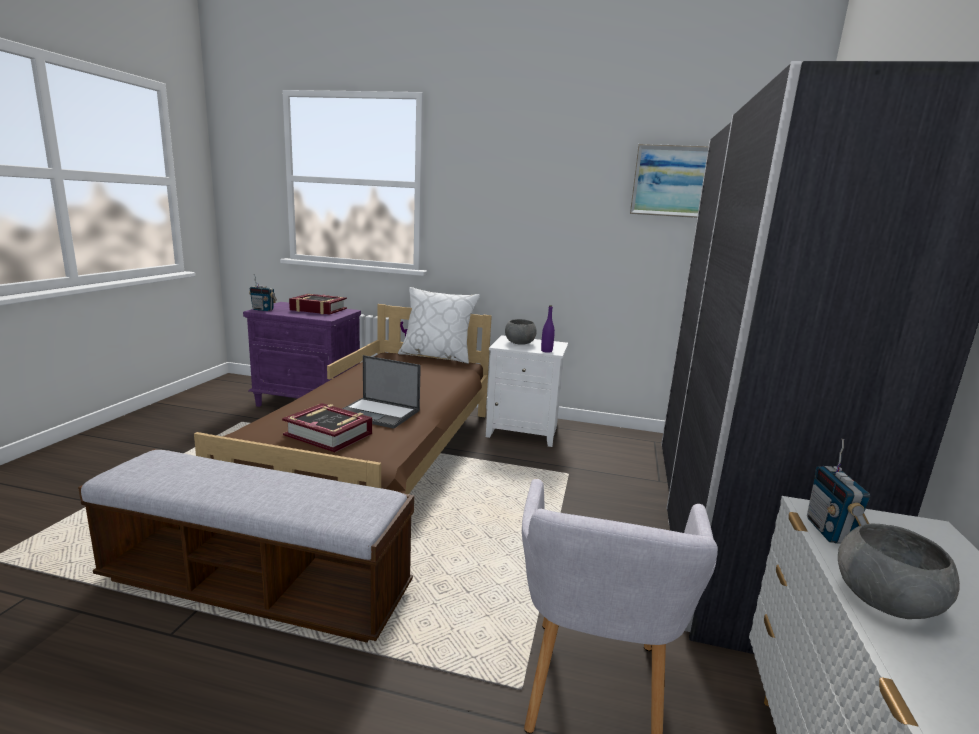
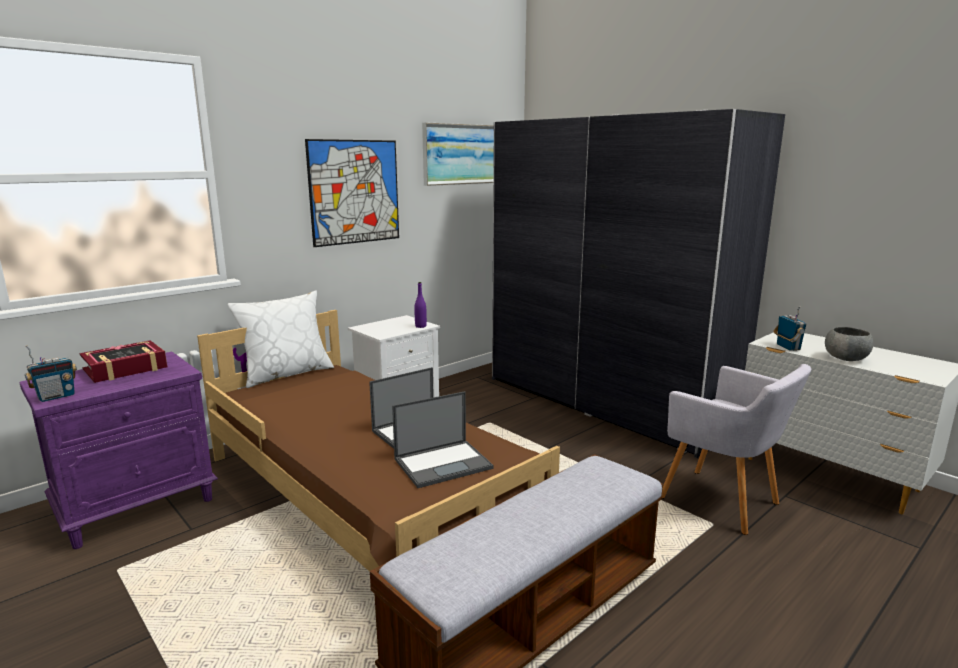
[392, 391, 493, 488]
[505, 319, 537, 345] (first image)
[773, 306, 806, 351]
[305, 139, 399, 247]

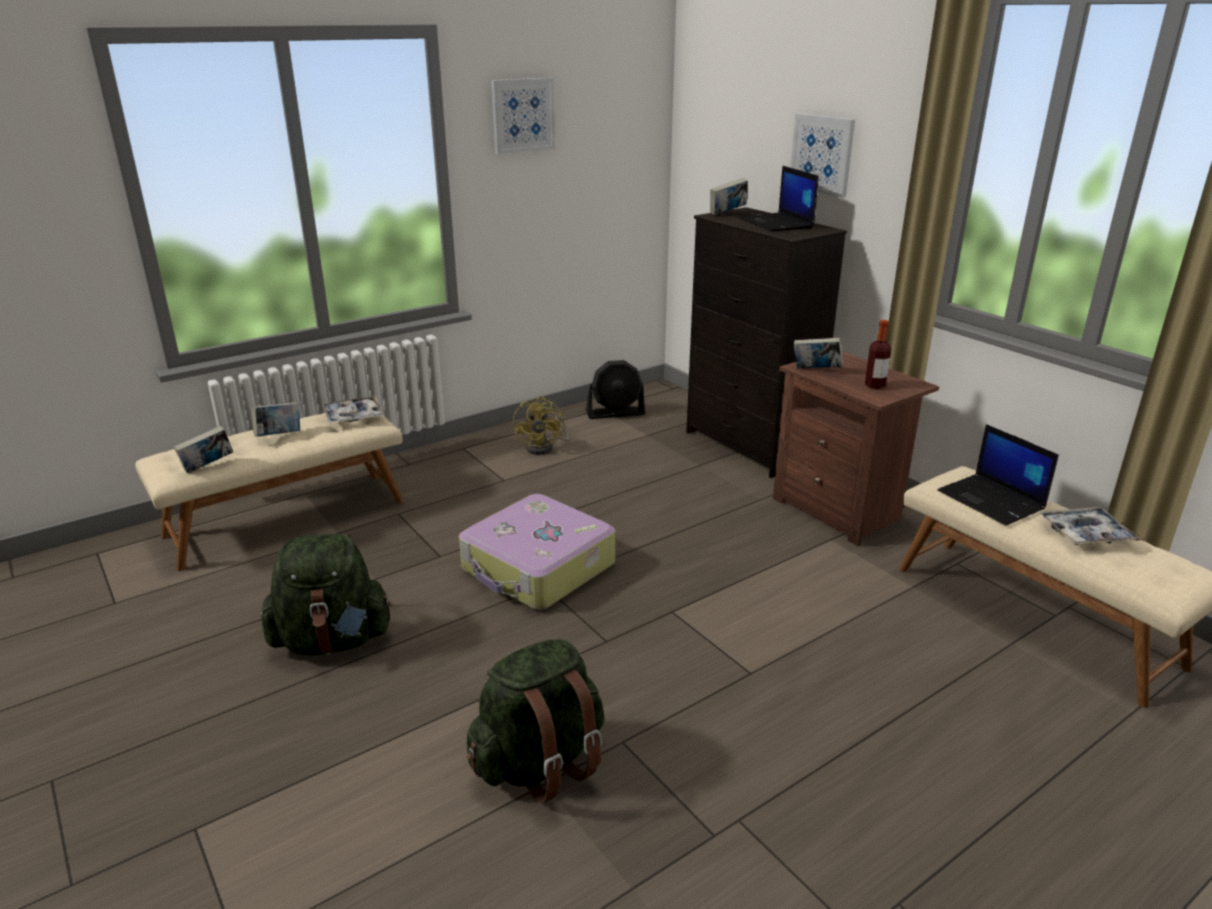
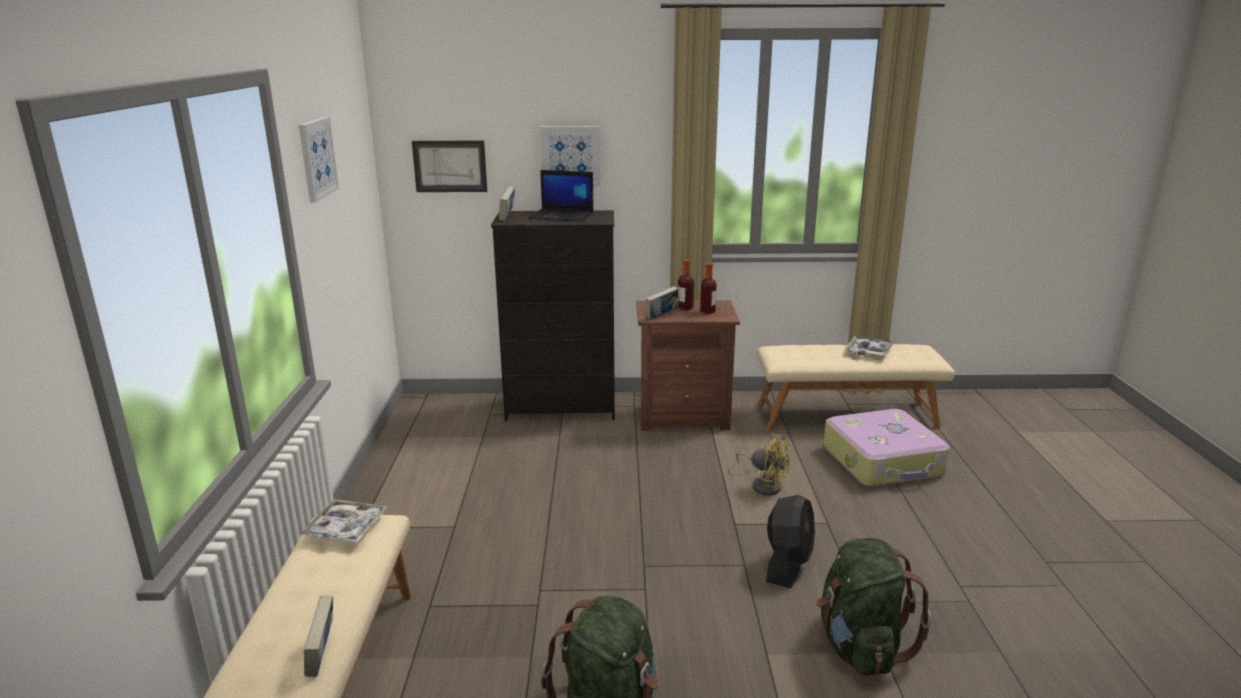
[251, 402, 300, 437] (first image)
[824, 409, 950, 487]
[736, 433, 790, 495]
[766, 495, 815, 589]
[937, 424, 1059, 525] (first image)
[412, 140, 487, 192]
[678, 260, 694, 310]

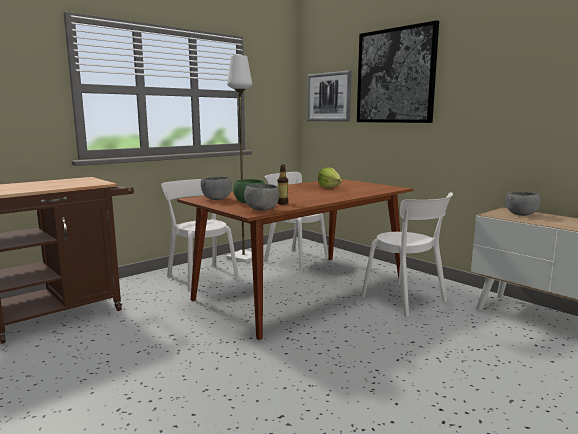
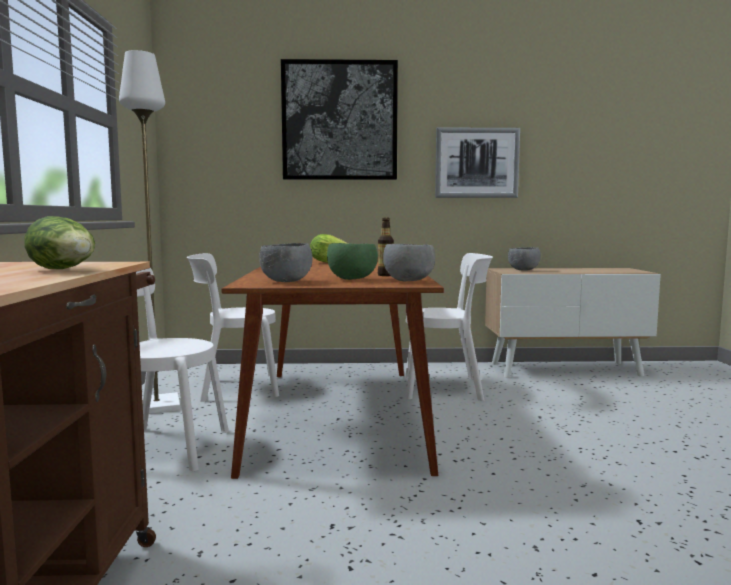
[435, 127, 520, 198]
[24, 216, 95, 269]

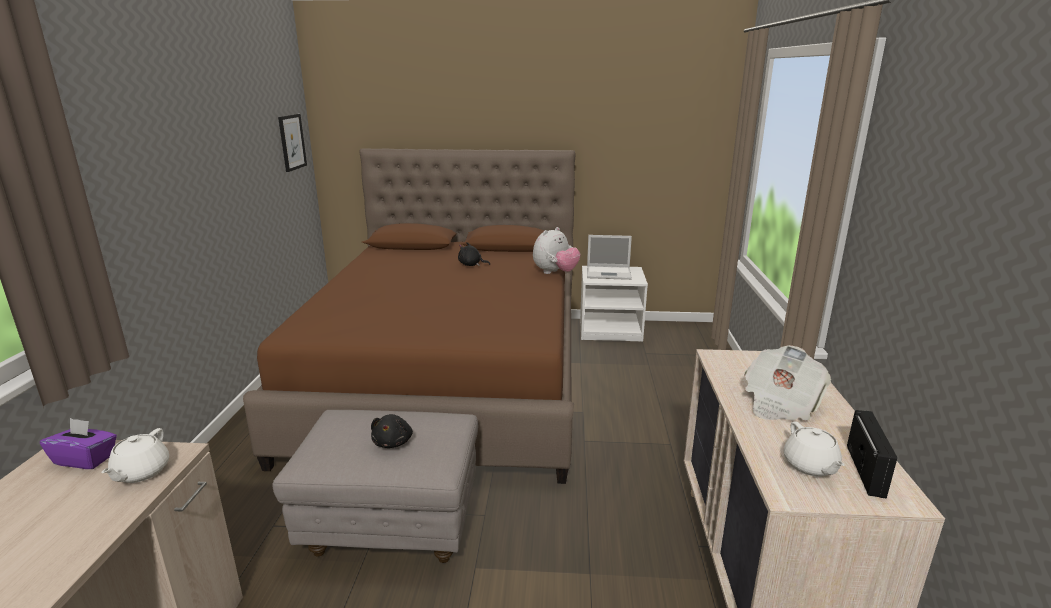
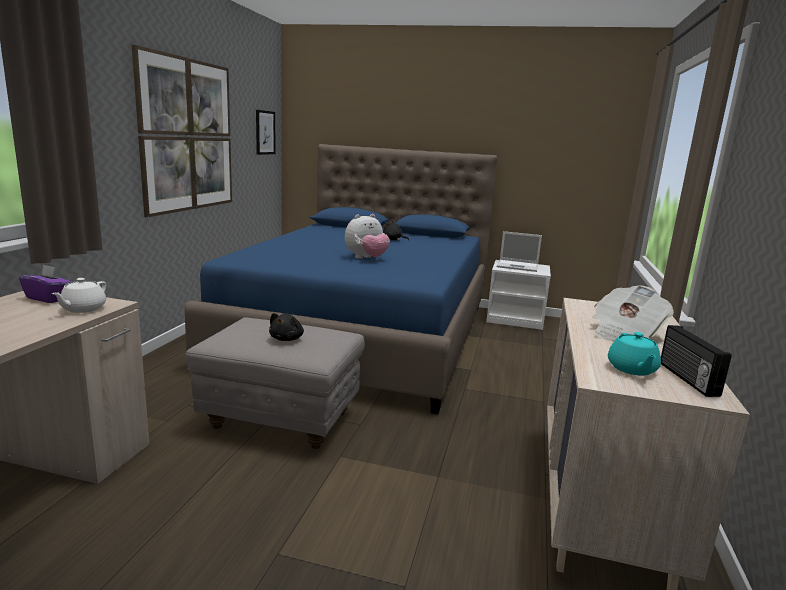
[184, 144, 497, 414]
[345, 214, 390, 259]
[608, 332, 661, 376]
[661, 325, 732, 397]
[132, 45, 232, 217]

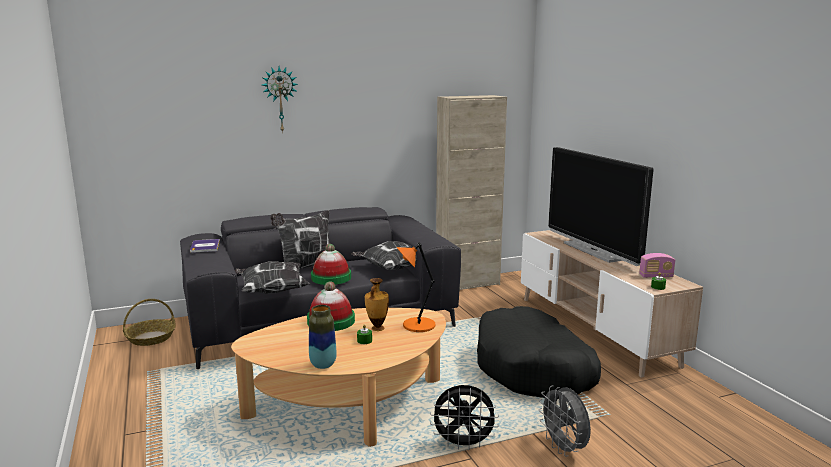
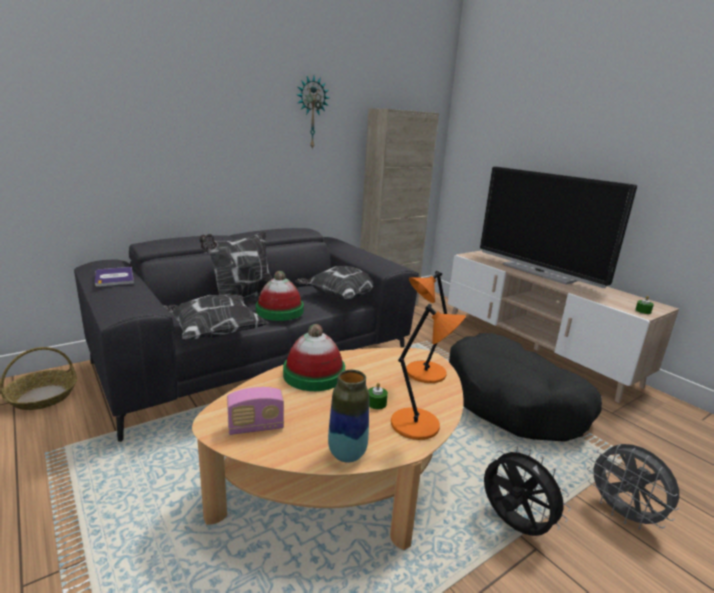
[297, 76, 329, 149]
[365, 278, 389, 331] (first image)
[484, 446, 571, 536]
[227, 387, 284, 435]
[391, 304, 466, 440]

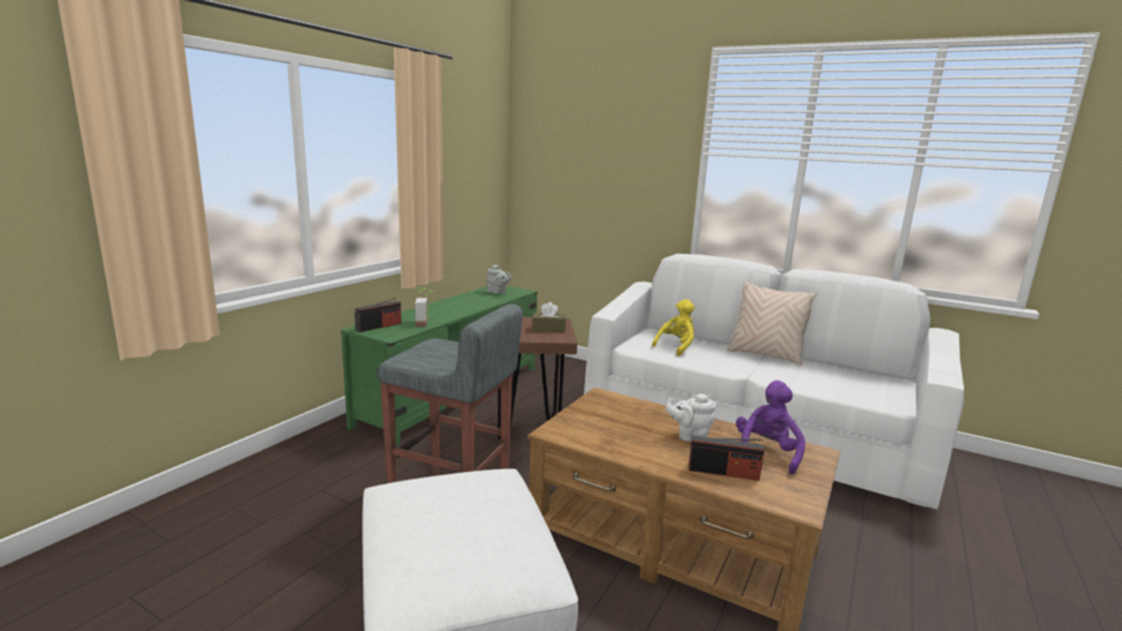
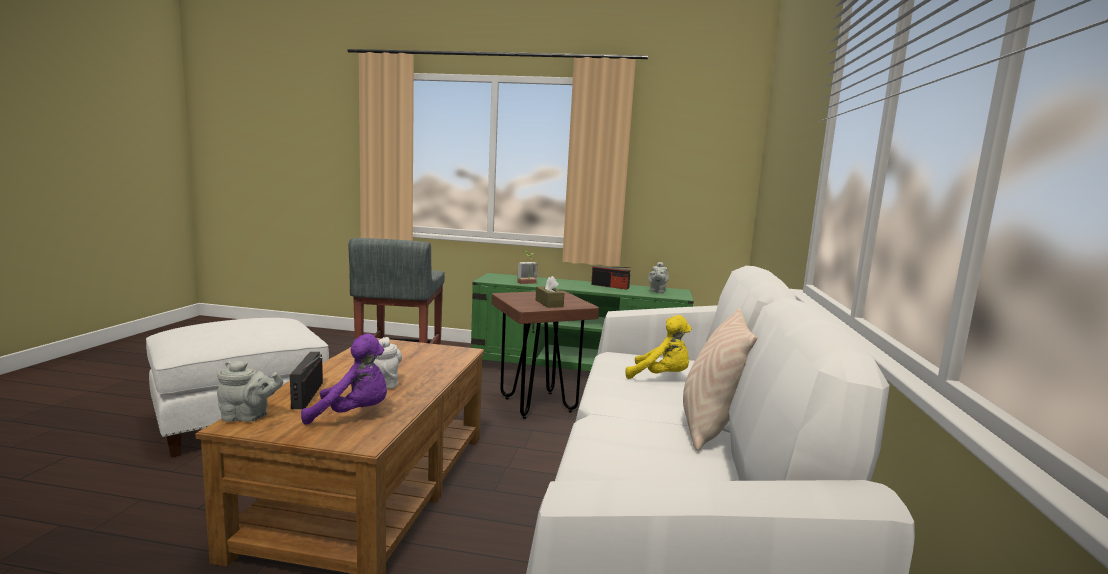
[591, 266, 630, 290]
[217, 361, 283, 422]

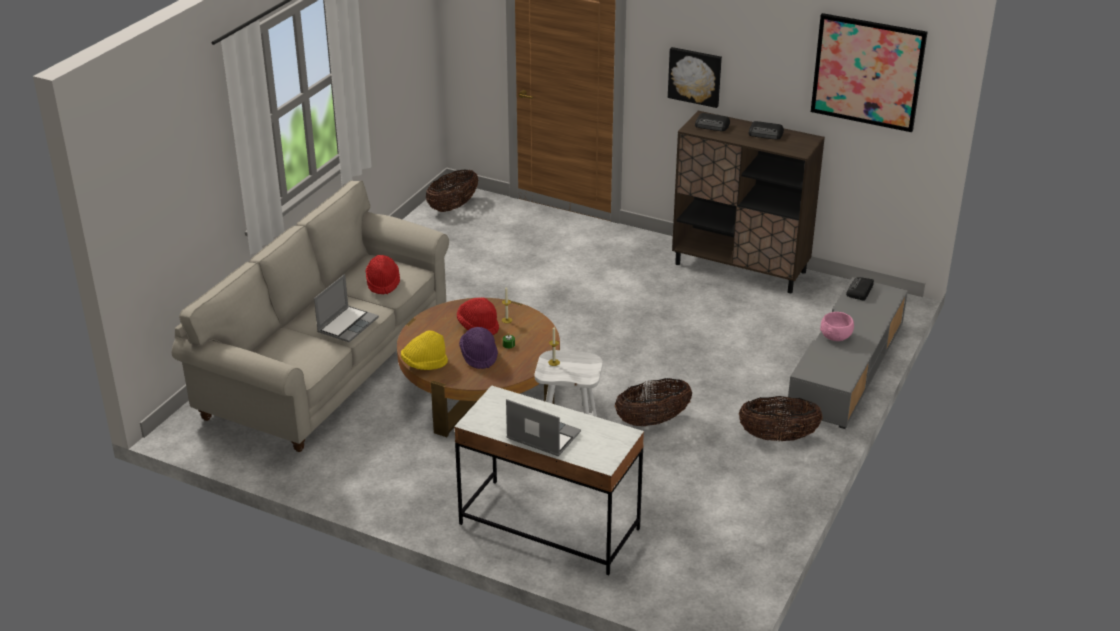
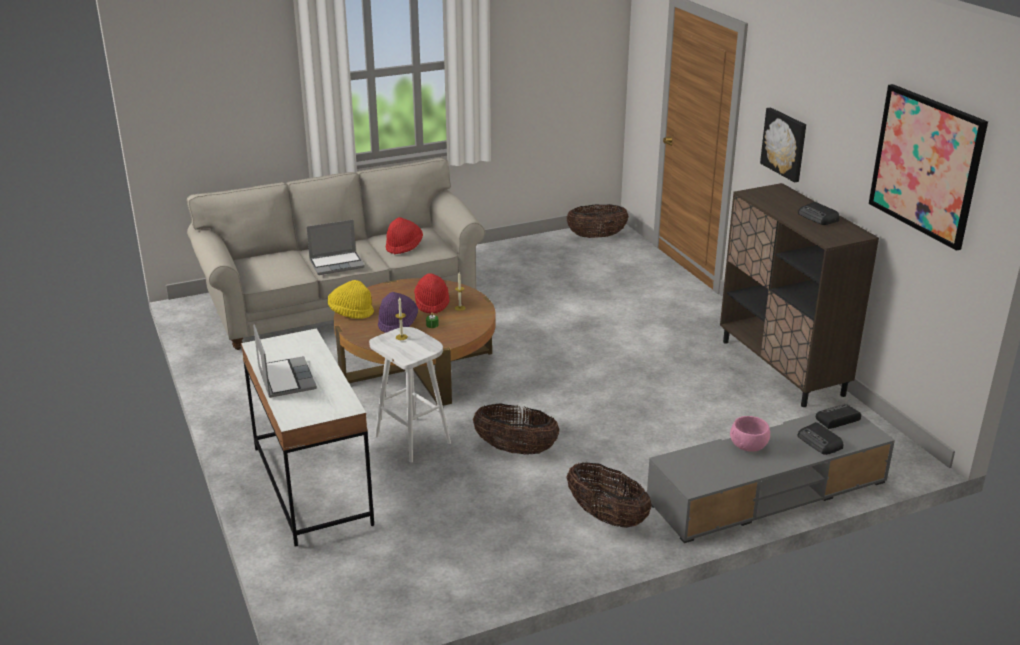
[798, 422, 843, 455]

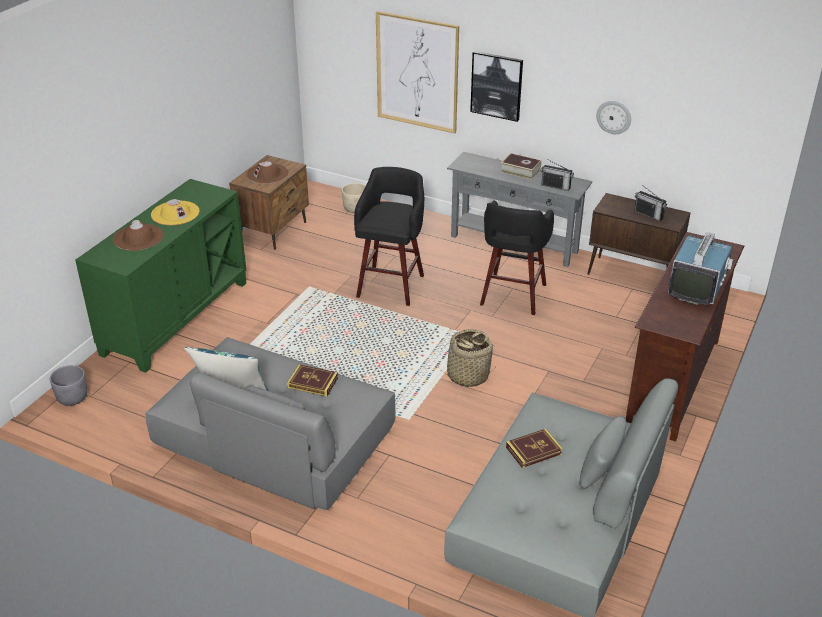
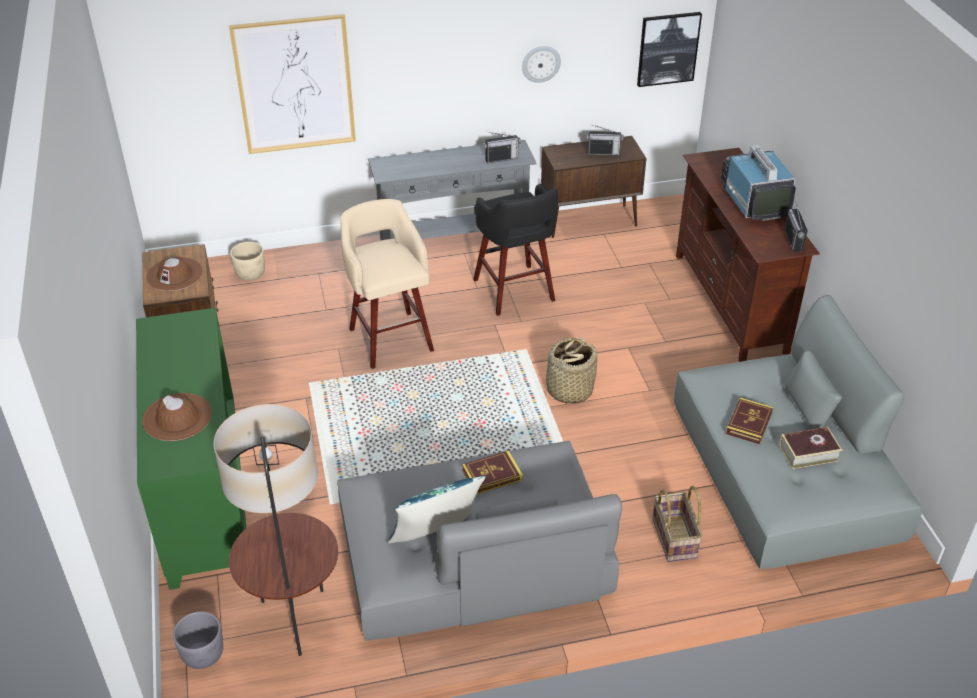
[151, 199, 200, 225] (first image)
[341, 199, 434, 369]
[637, 12, 702, 87]
[779, 427, 842, 469]
[214, 404, 338, 656]
[652, 486, 703, 562]
[785, 204, 808, 252]

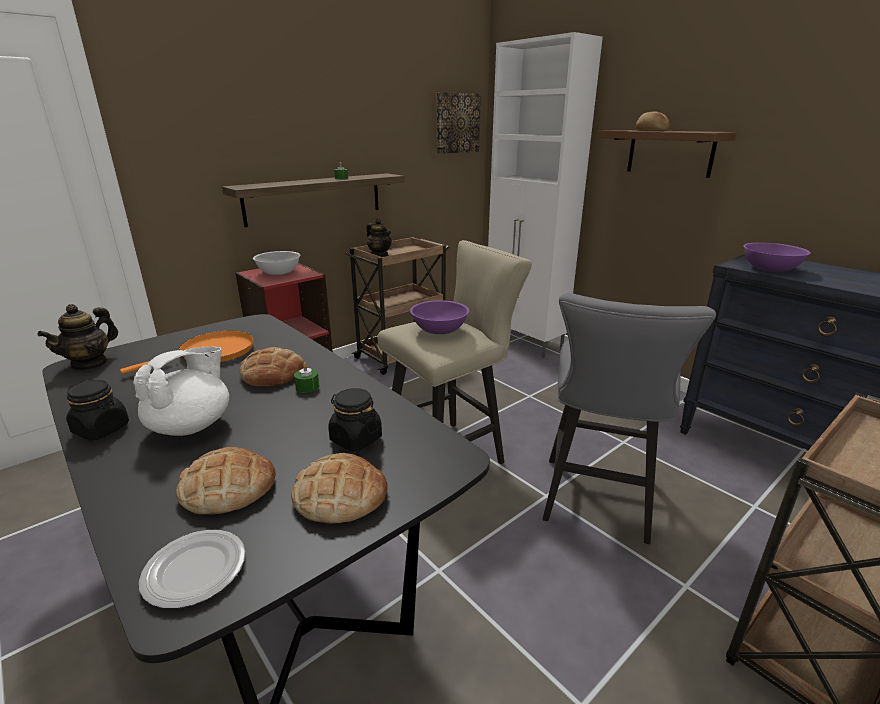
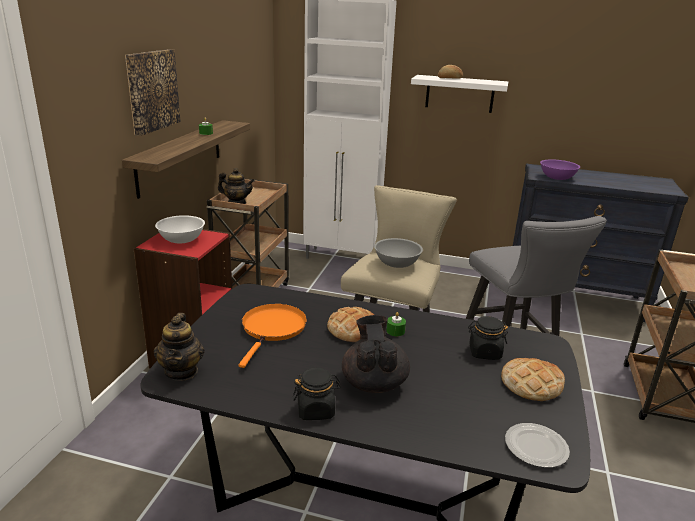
[342, 315, 410, 393]
[176, 447, 276, 515] (first image)
[374, 238, 423, 268]
[125, 49, 180, 136]
[411, 75, 508, 113]

